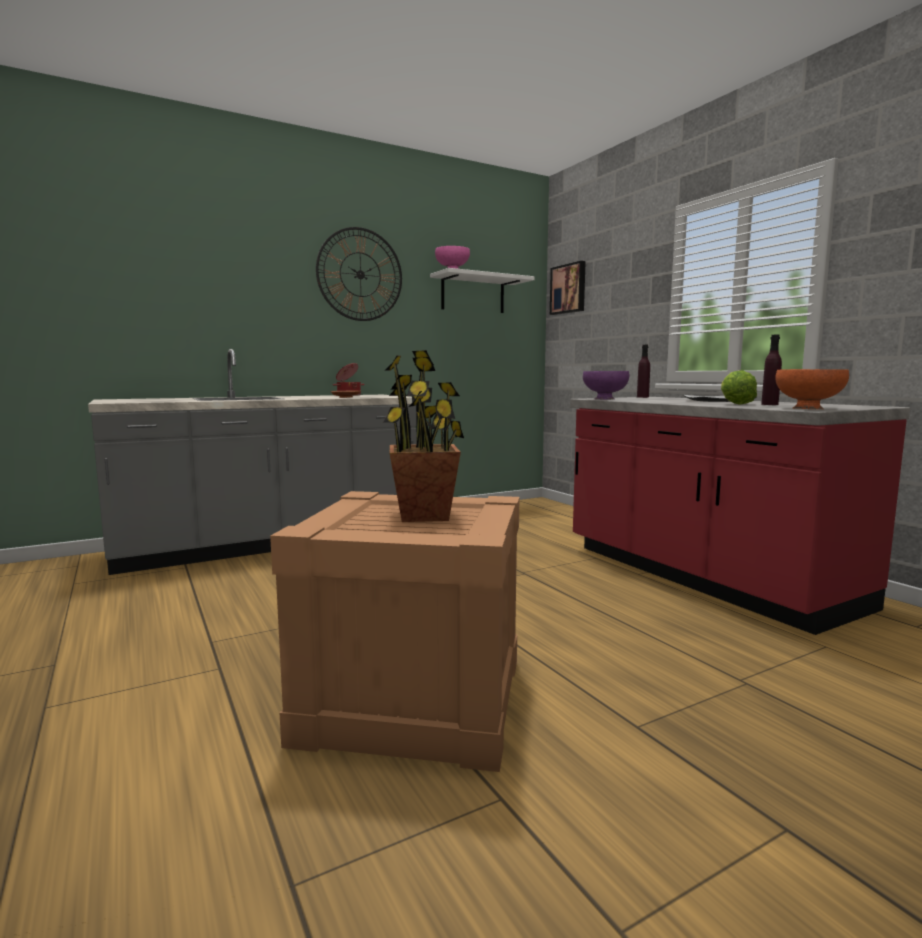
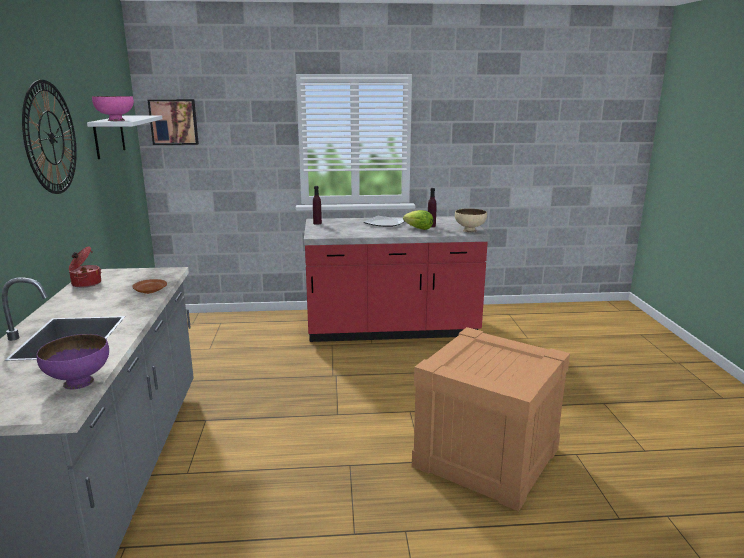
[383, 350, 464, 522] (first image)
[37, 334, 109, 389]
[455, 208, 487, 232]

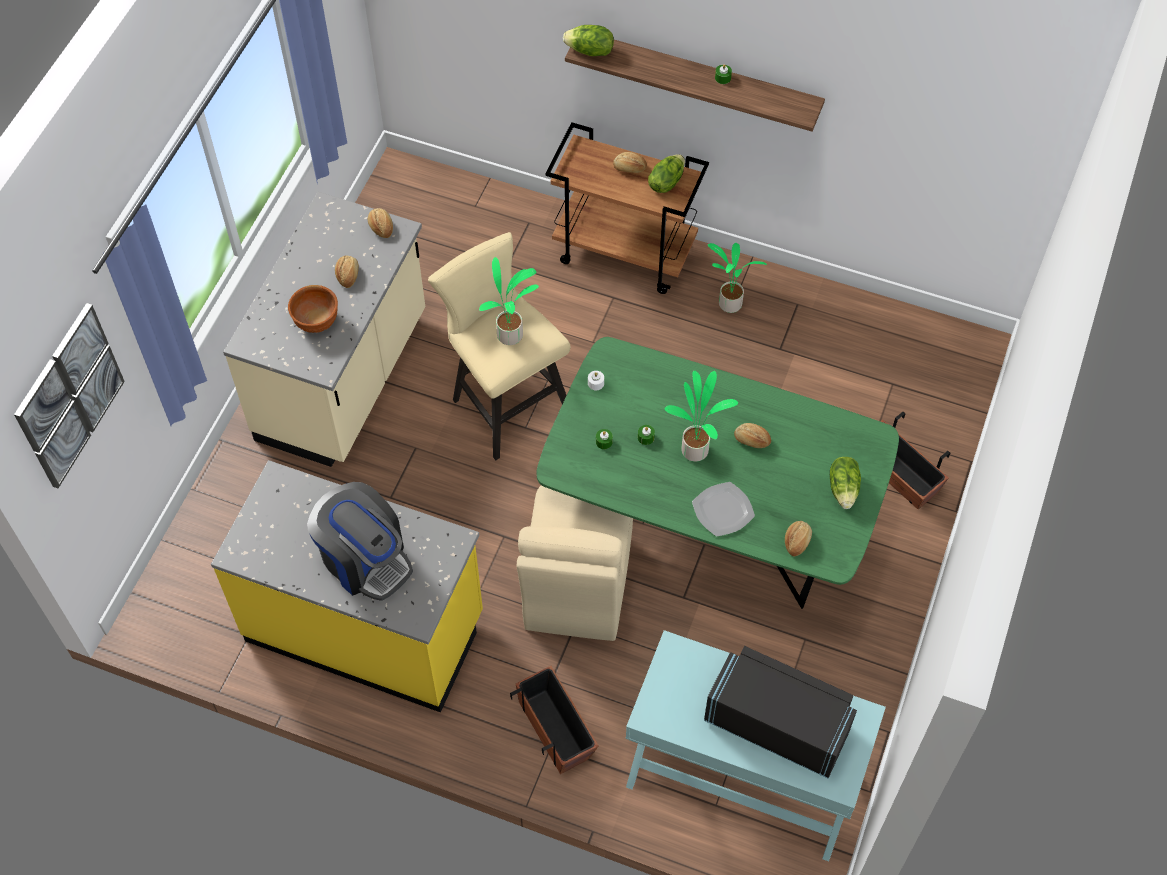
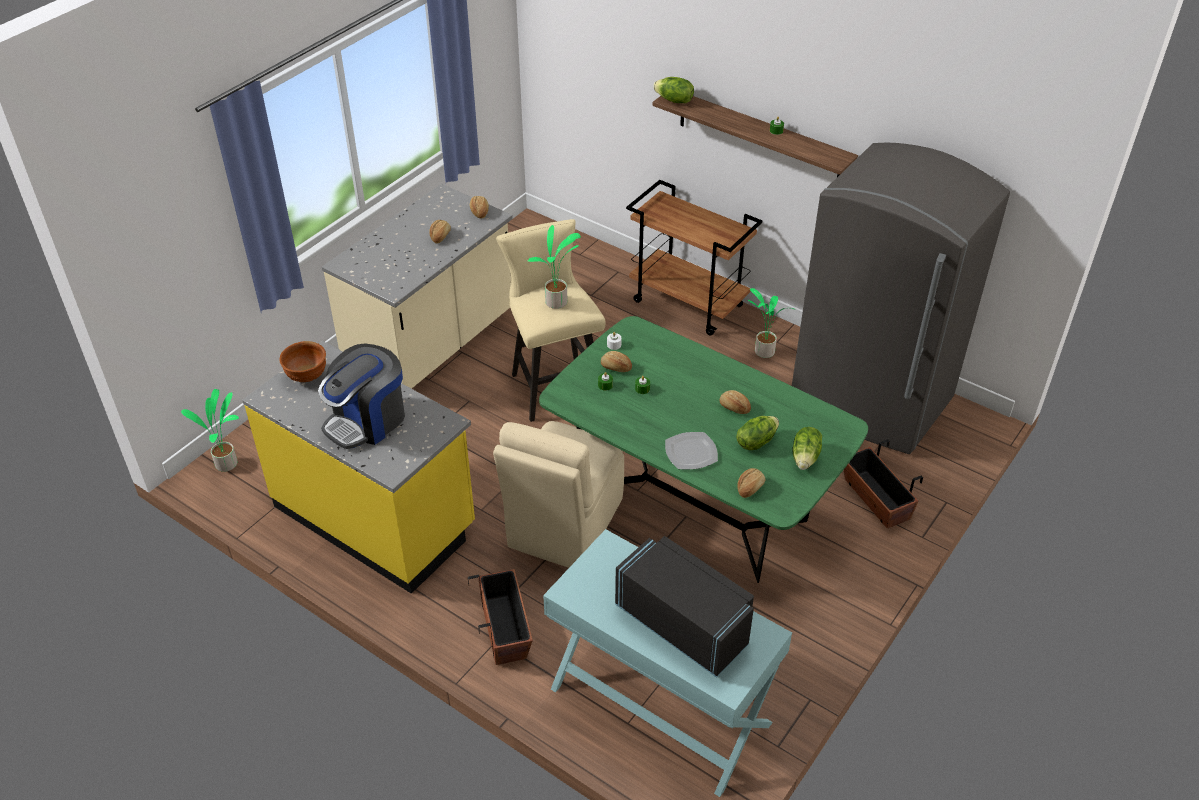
[14, 303, 125, 488] (first image)
[279, 341, 326, 382]
[318, 343, 405, 449]
[601, 351, 632, 372]
[736, 416, 779, 450]
[181, 389, 239, 472]
[792, 143, 1010, 454]

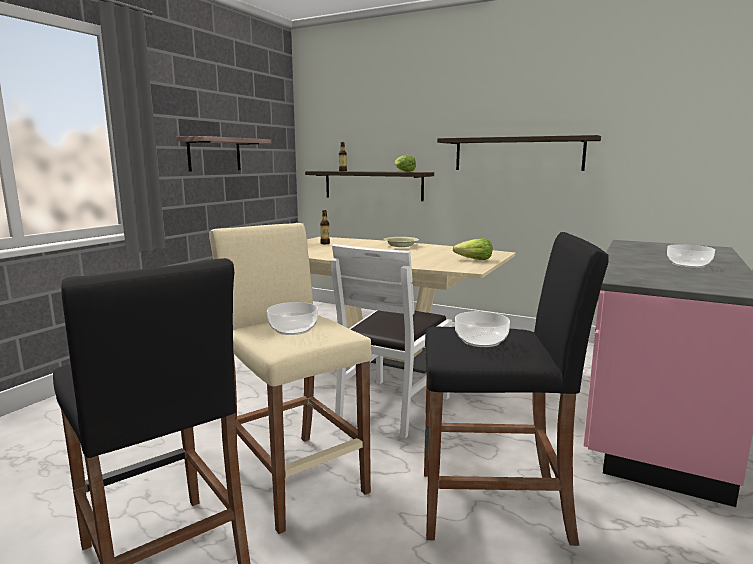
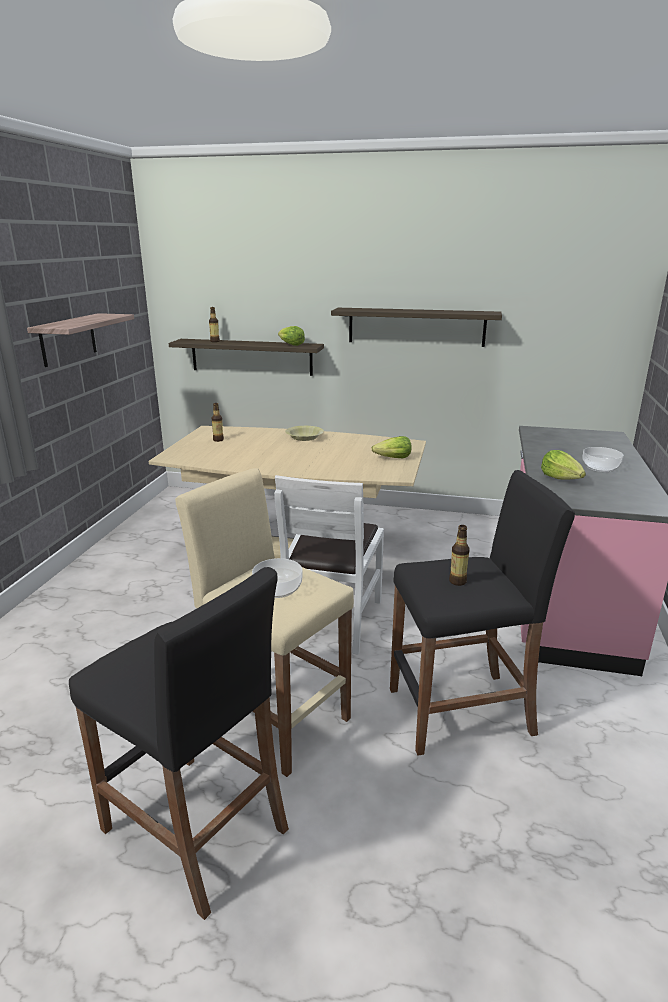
[449, 525, 470, 586]
[541, 450, 586, 479]

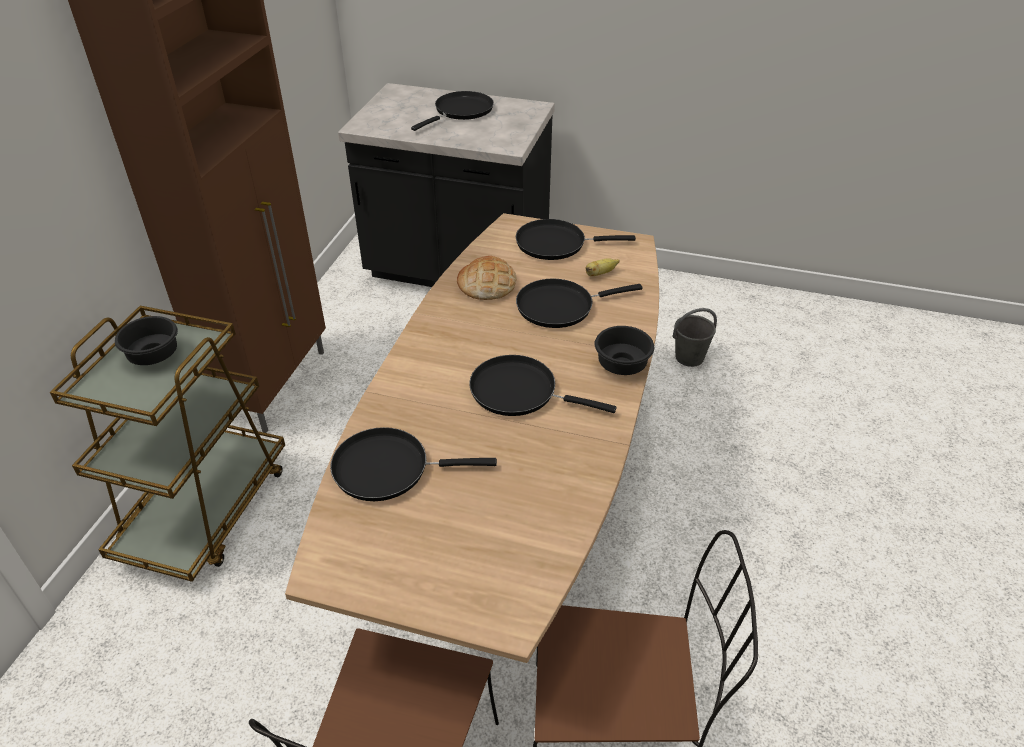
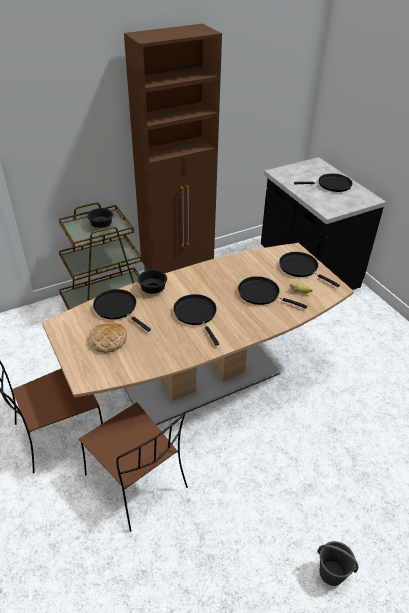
[88, 323, 127, 353]
[138, 269, 167, 294]
[317, 541, 359, 586]

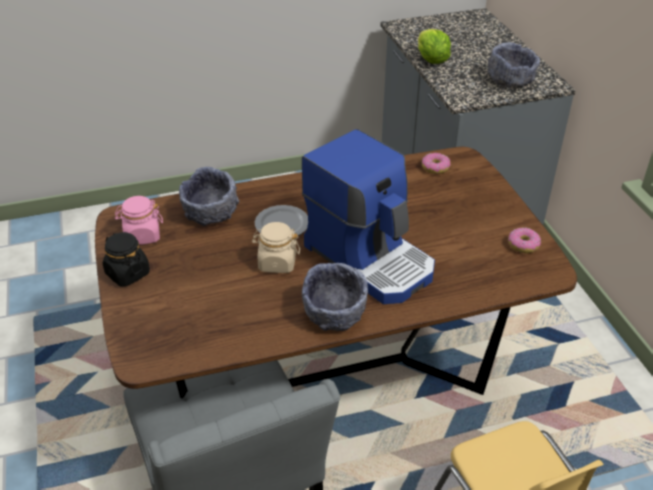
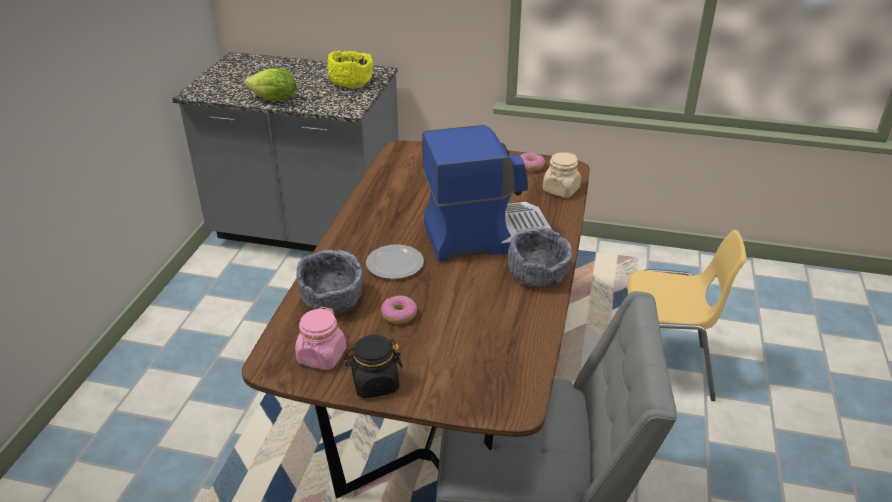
[543, 152, 581, 198]
[381, 295, 417, 324]
[327, 51, 373, 89]

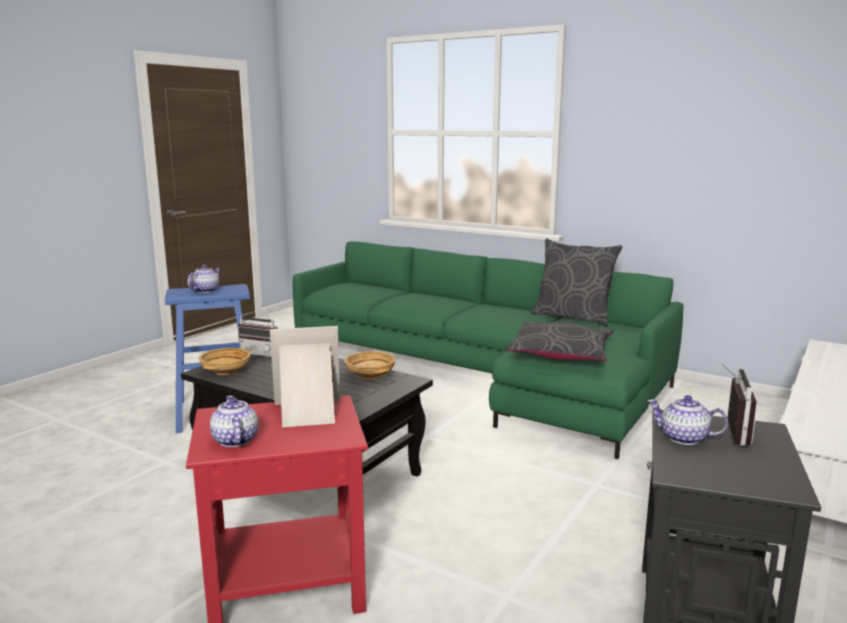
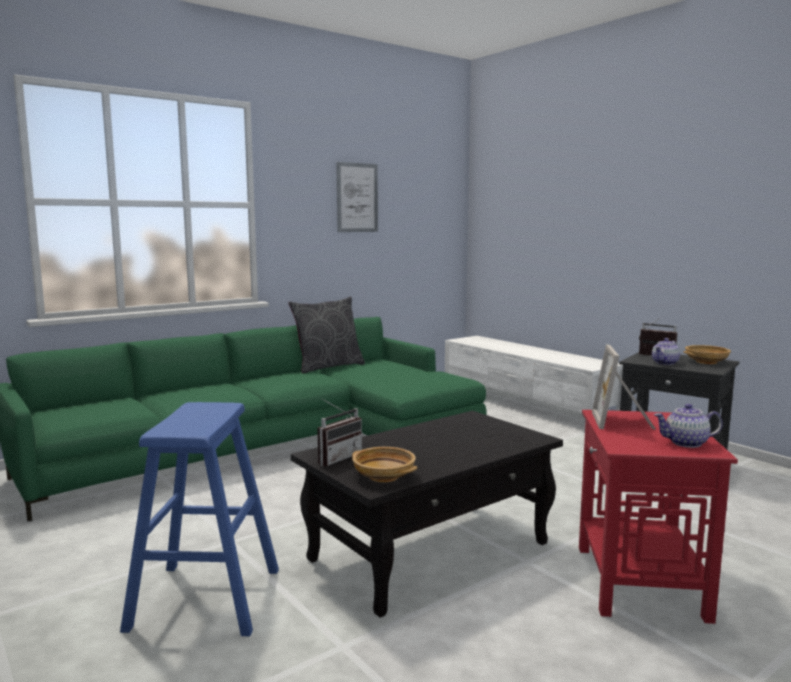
[187, 265, 220, 293] (first image)
[684, 345, 731, 364]
[505, 322, 614, 361] (first image)
[336, 162, 378, 232]

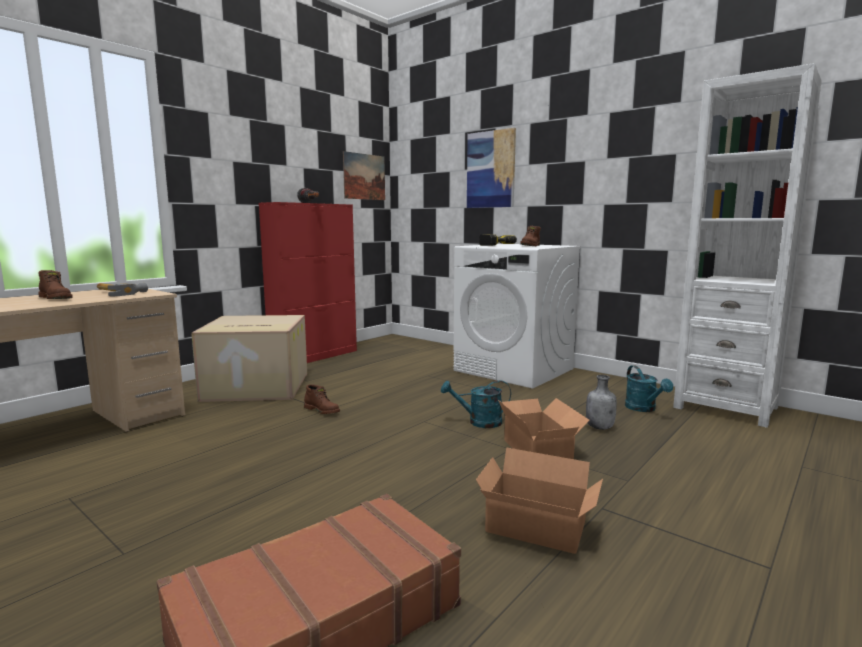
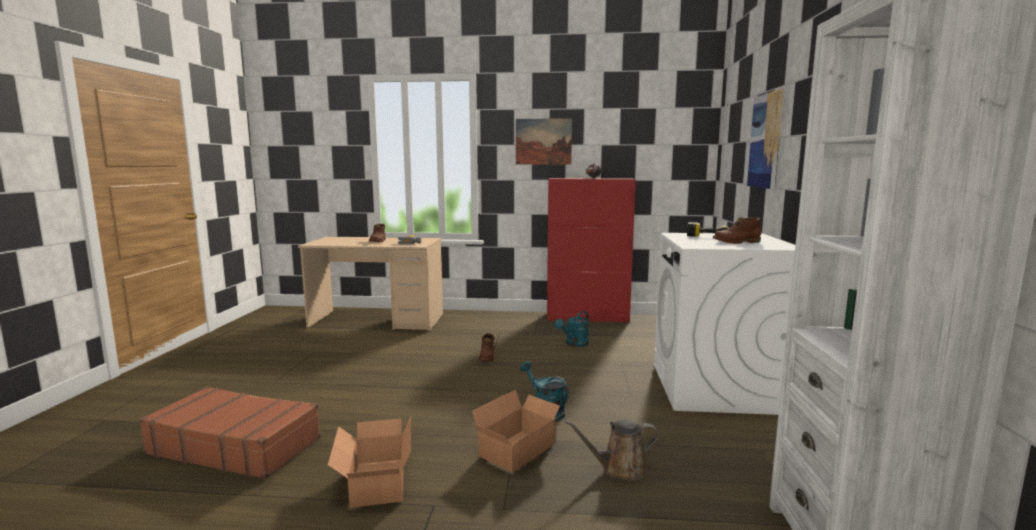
[191, 315, 307, 402] (first image)
[516, 118, 572, 165]
[564, 420, 659, 481]
[555, 311, 589, 347]

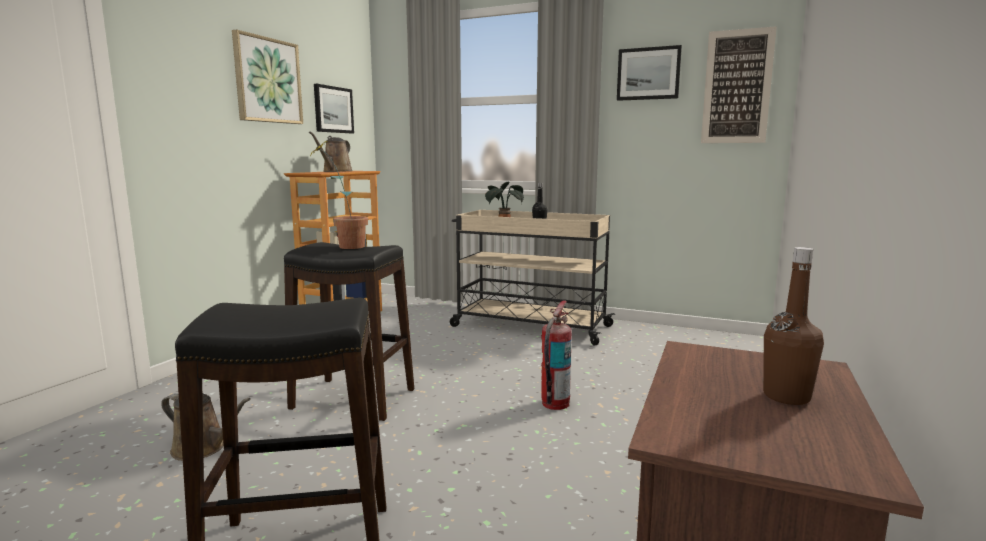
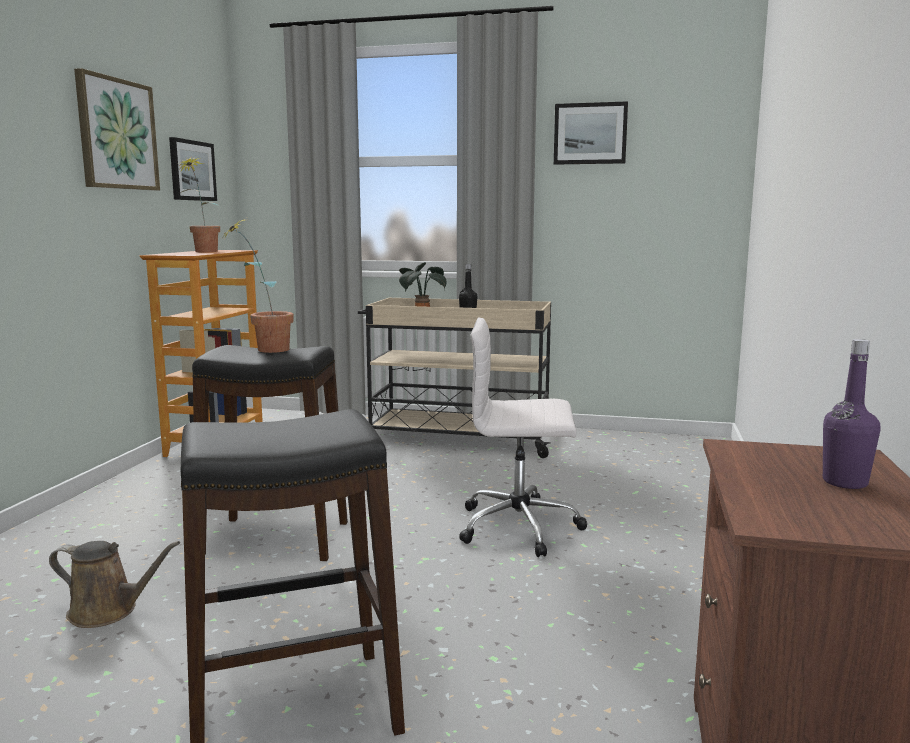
[179, 156, 220, 252]
[459, 317, 587, 557]
[701, 26, 777, 143] (first image)
[823, 339, 881, 489]

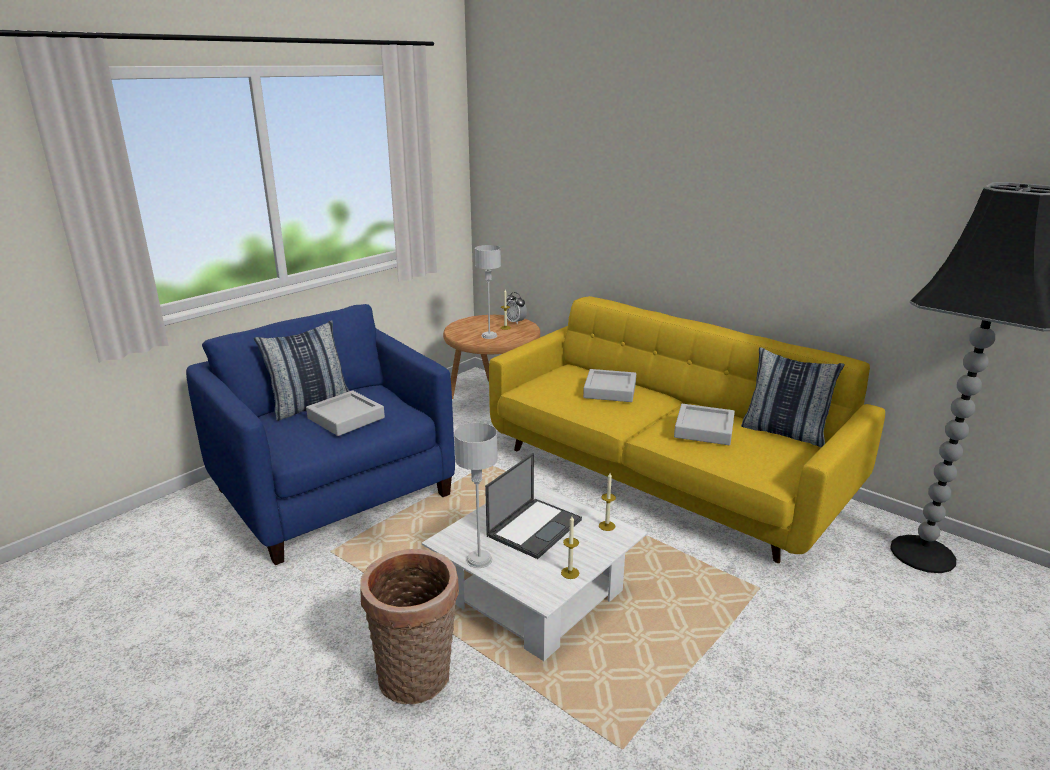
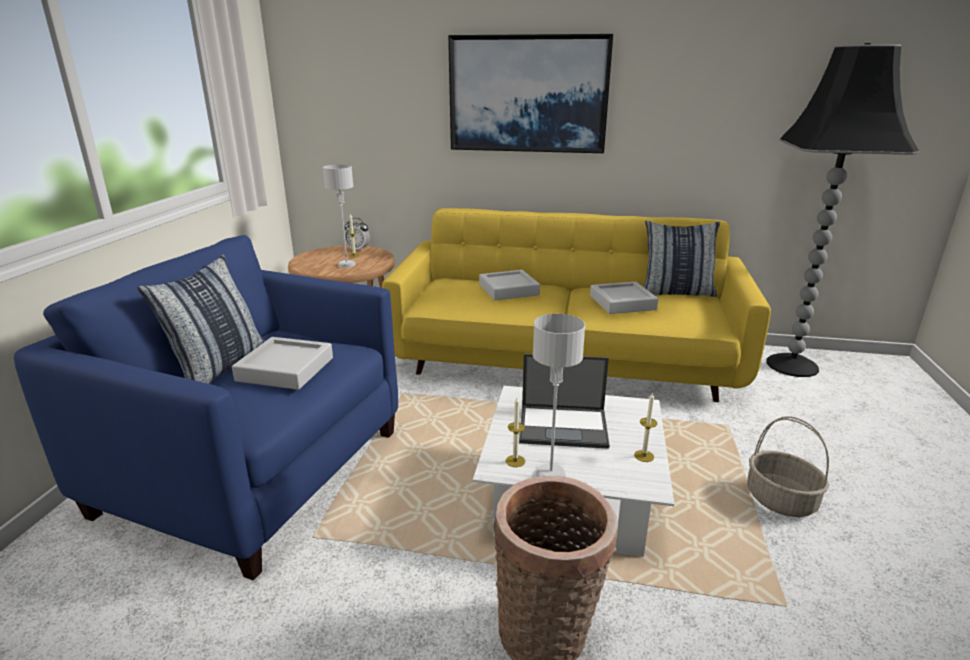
[519, 354, 609, 449]
[506, 398, 525, 467]
[448, 34, 613, 153]
[747, 416, 829, 517]

